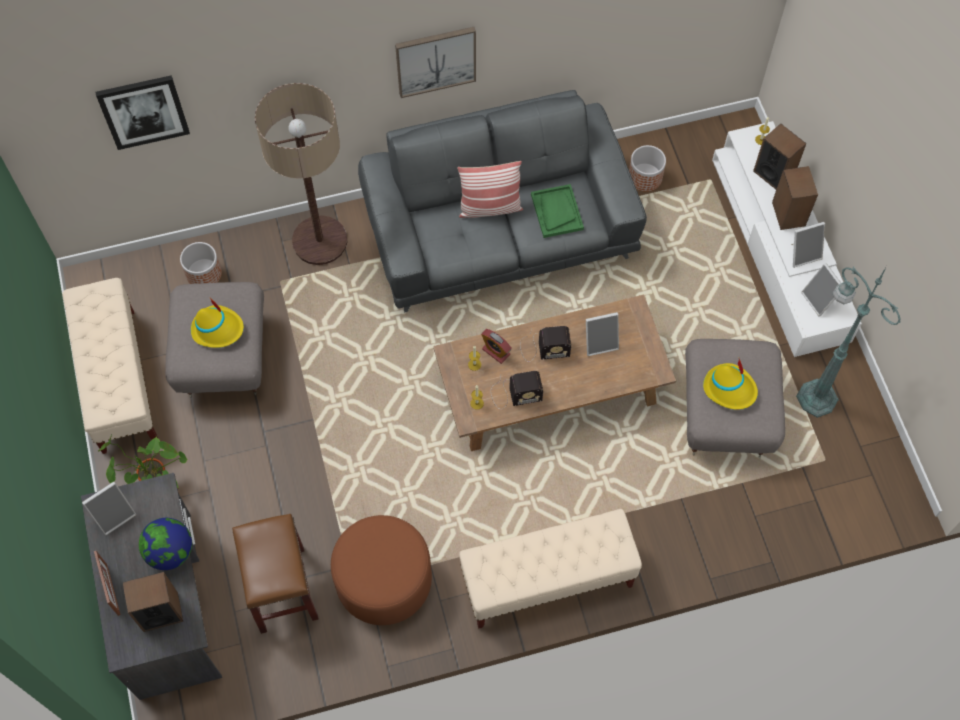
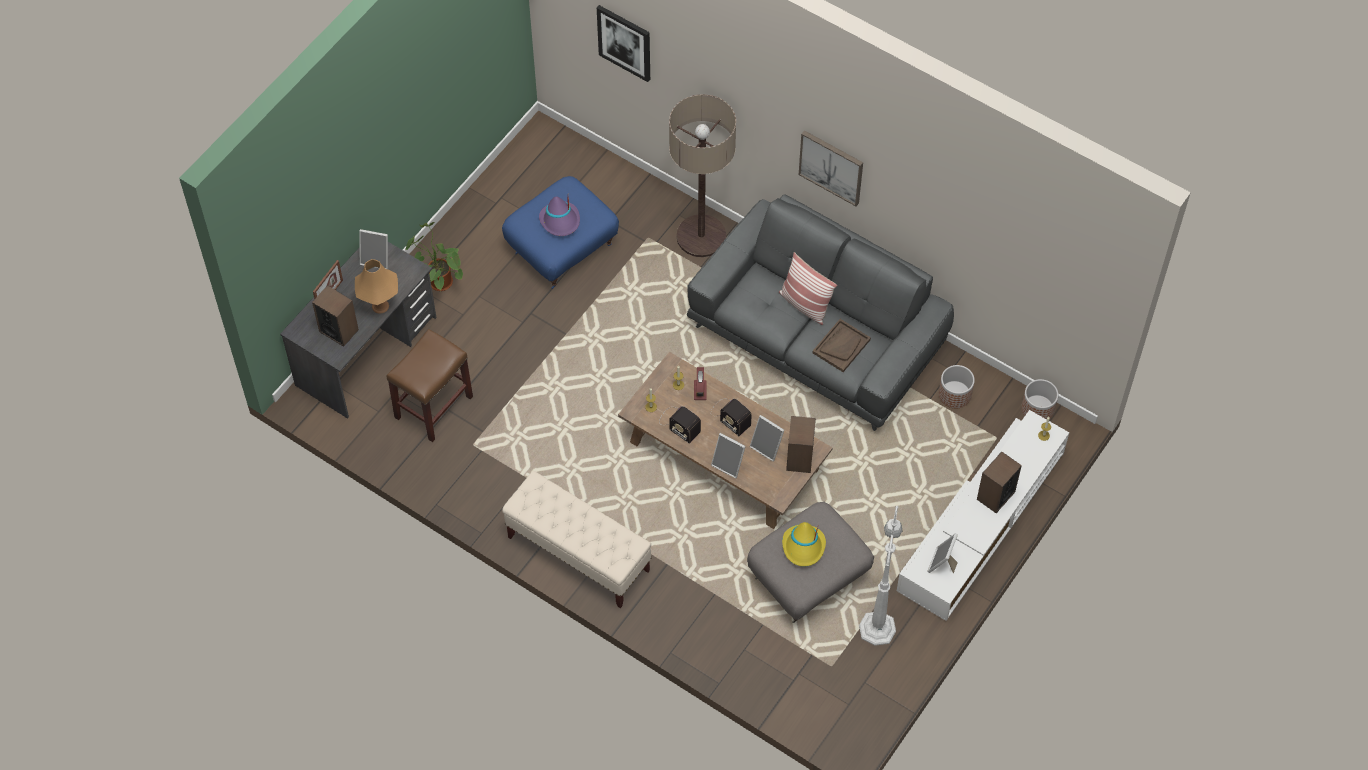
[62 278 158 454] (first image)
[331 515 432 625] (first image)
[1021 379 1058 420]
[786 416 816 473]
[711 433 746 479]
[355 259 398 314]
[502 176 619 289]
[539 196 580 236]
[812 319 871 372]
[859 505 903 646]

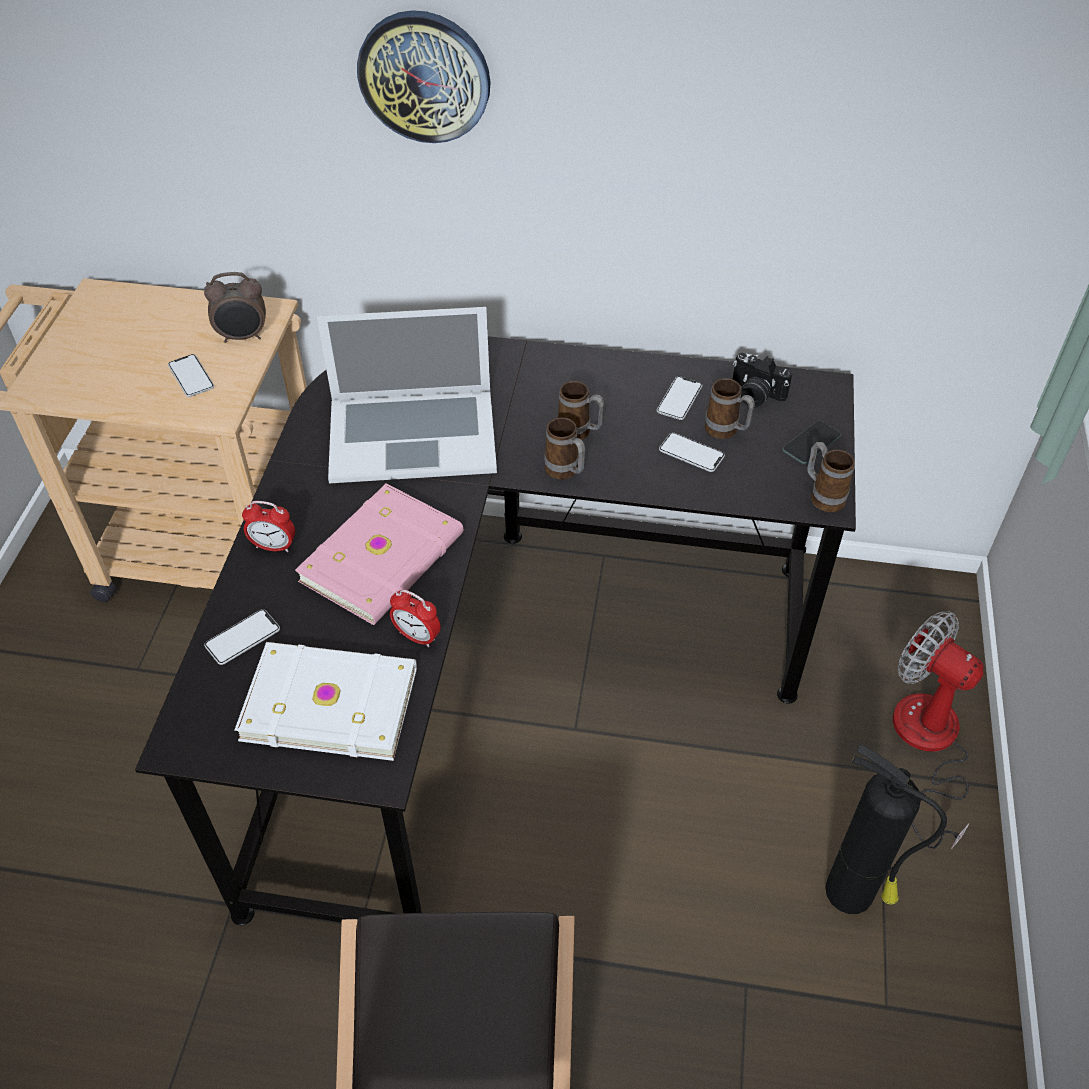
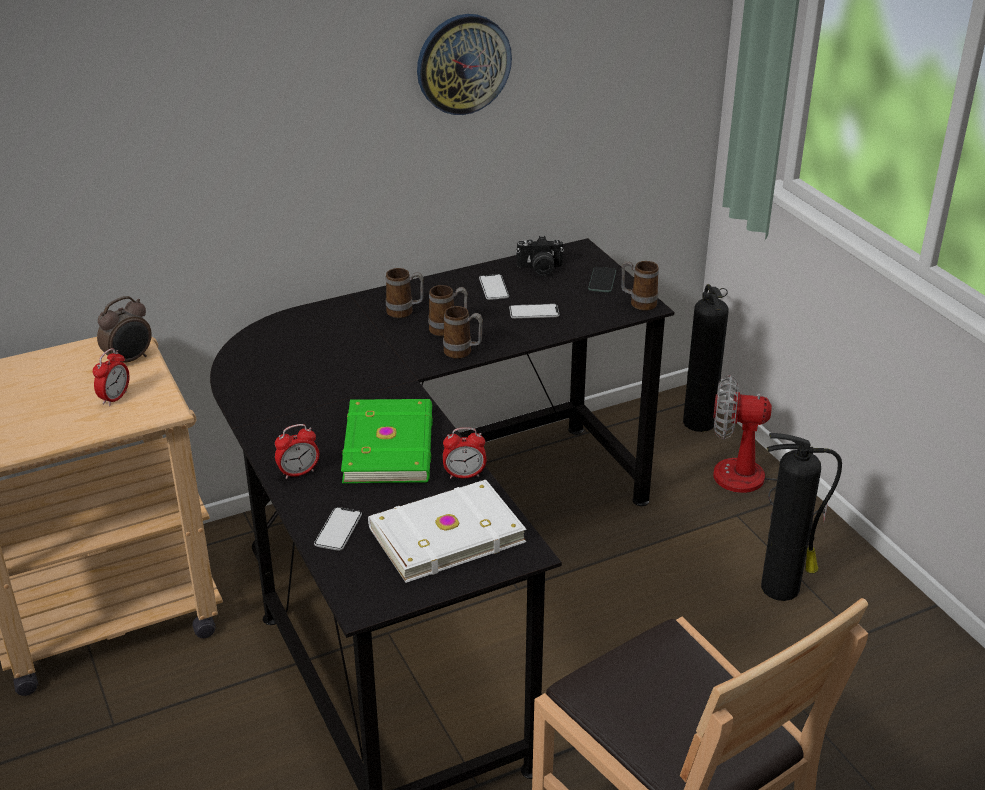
[317 307 497 483] (first image)
[683 284 728 432]
[417 14 512 115]
[386 268 424 318]
[93 348 129 406]
[341 399 433 483]

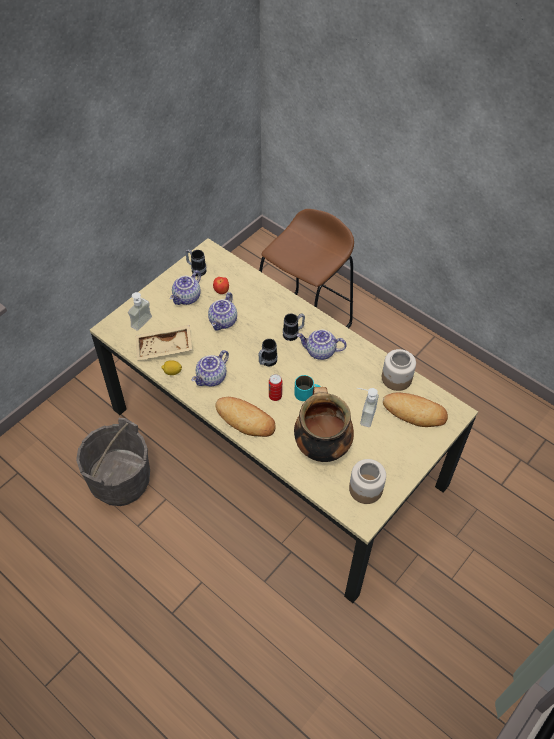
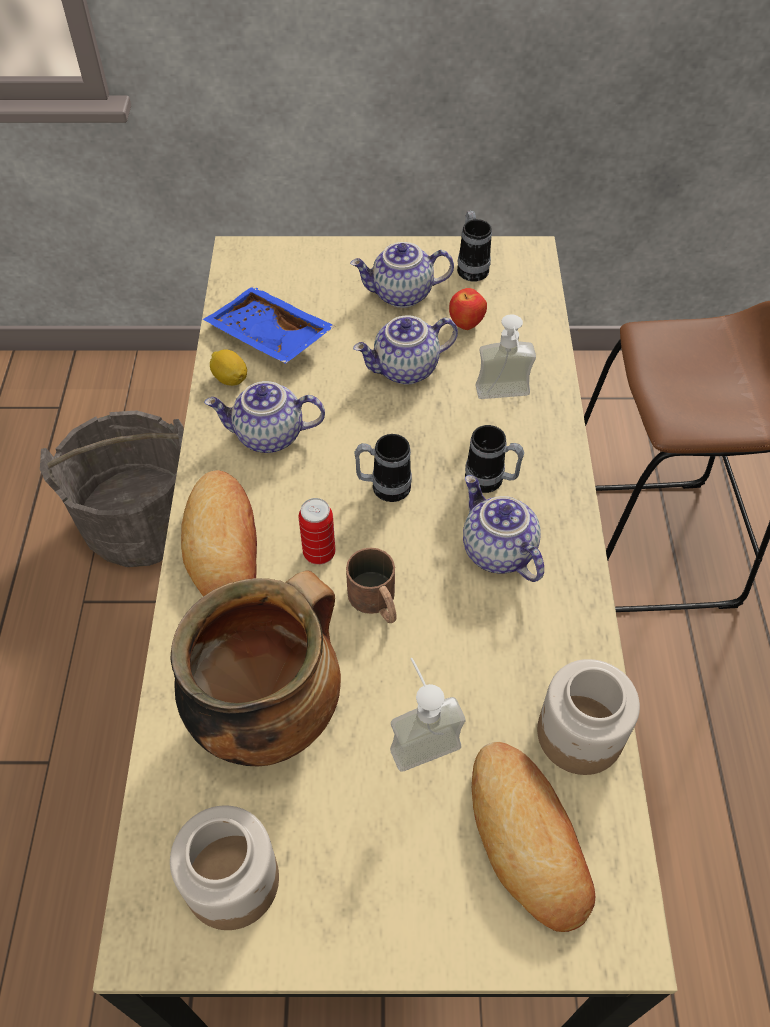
[476 314 536 399]
[203 286 335 364]
[346 547 397 623]

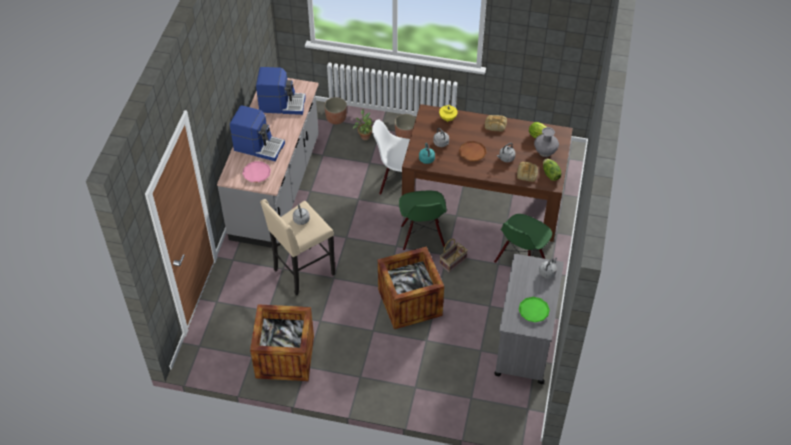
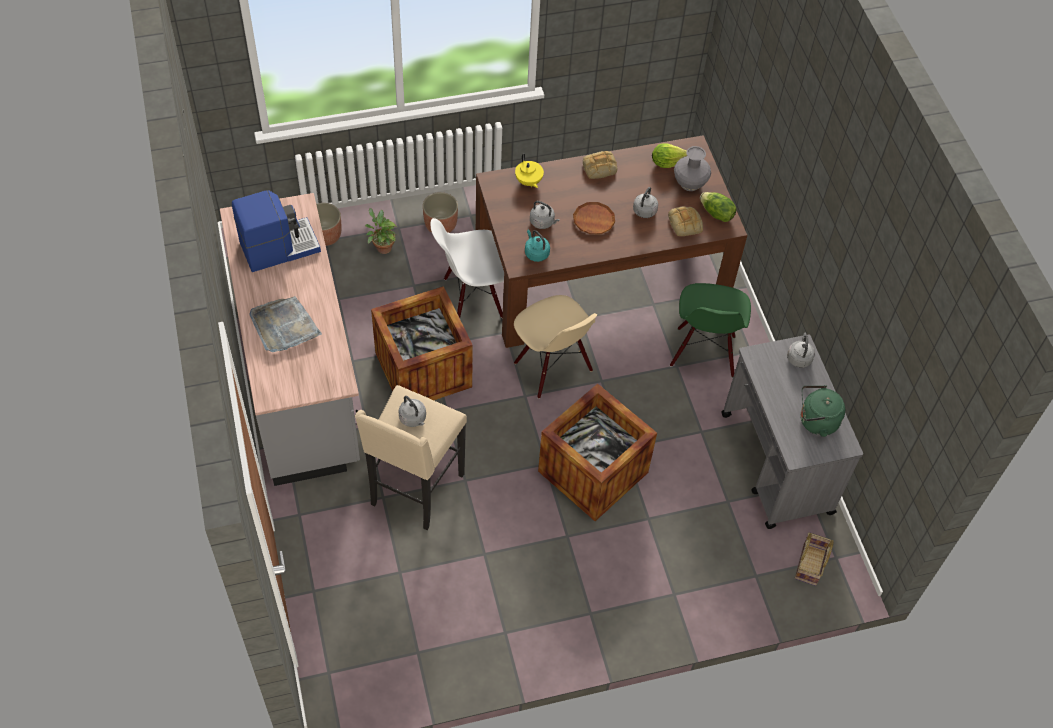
[242 161 271 183] (first image)
[371 286 473 400]
[795 532 833 586]
[249 296 322 352]
[800 385 845 437]
[514 295 597 399]

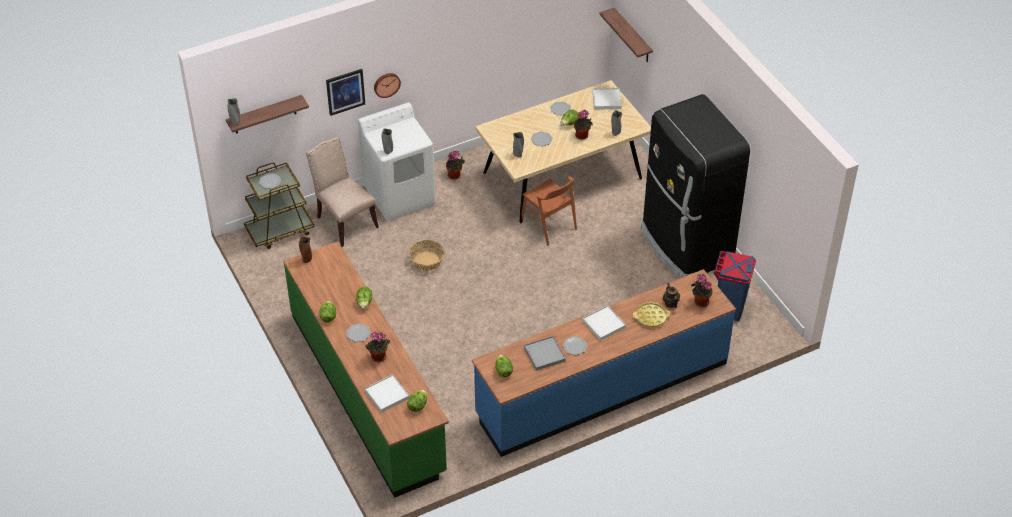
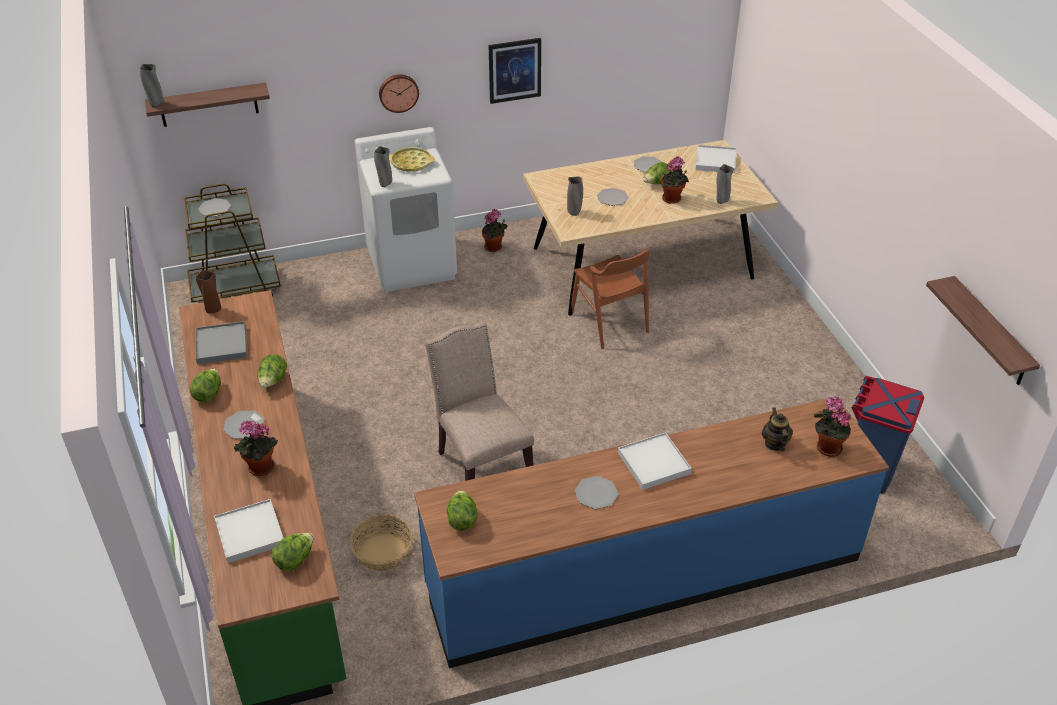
[640 94 750 278] (first image)
[425 322 534 481]
[489 38 541 104]
[350 514 413 571]
[196 321 247 364]
[926 276 1040 385]
[389 147 435 172]

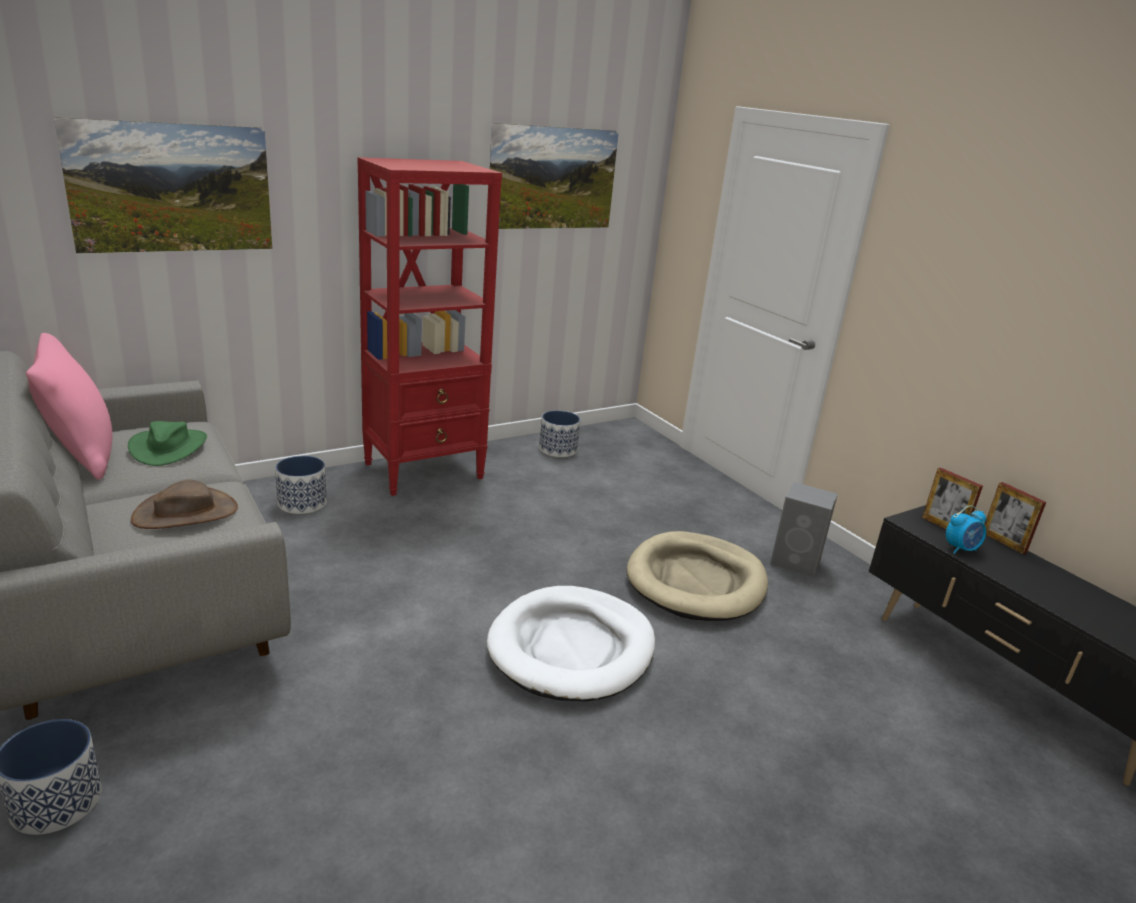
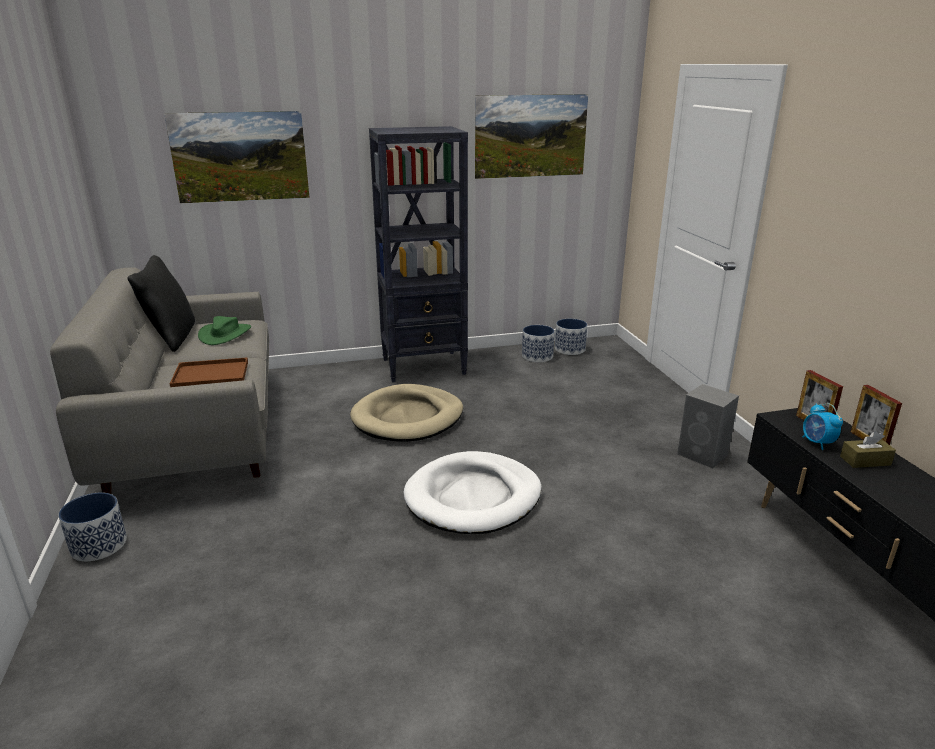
[840 431 896 468]
[555 319 587 355]
[350 384 463 441]
[170 357 248 387]
[127 255 195 352]
[369 126 468 382]
[803 403 843 450]

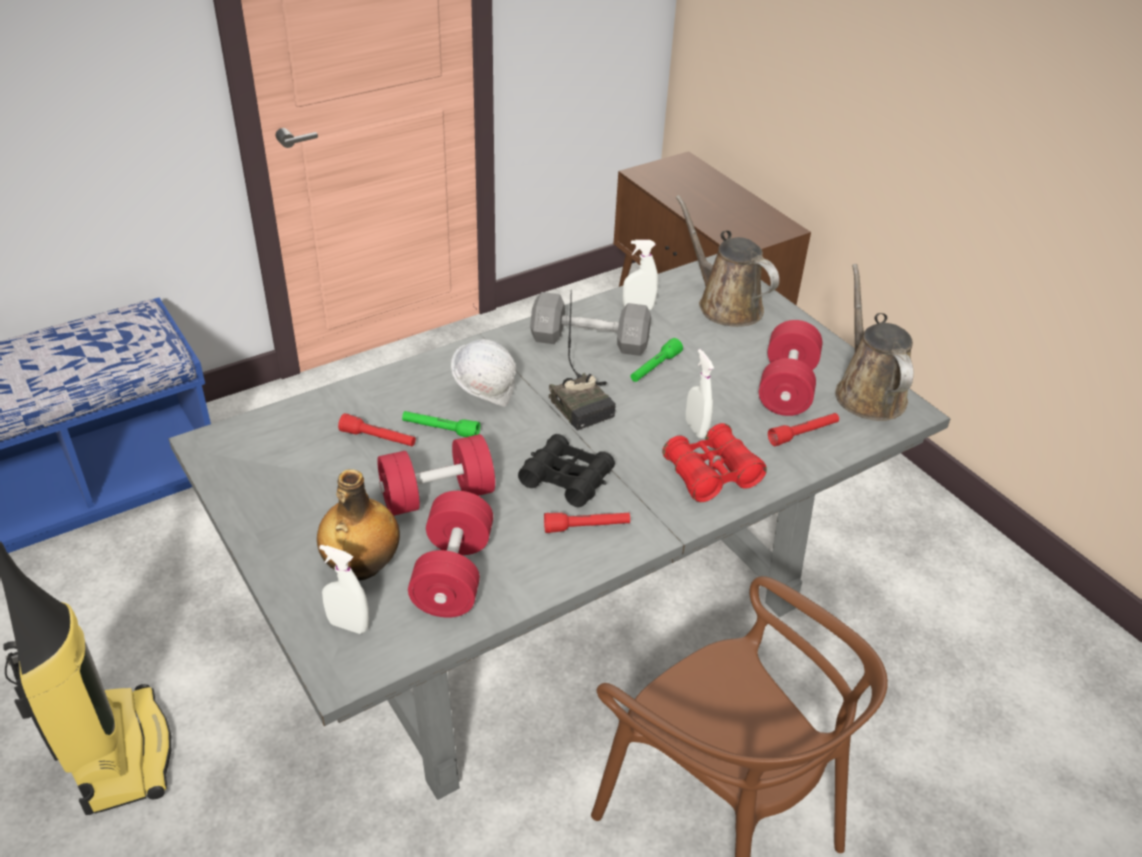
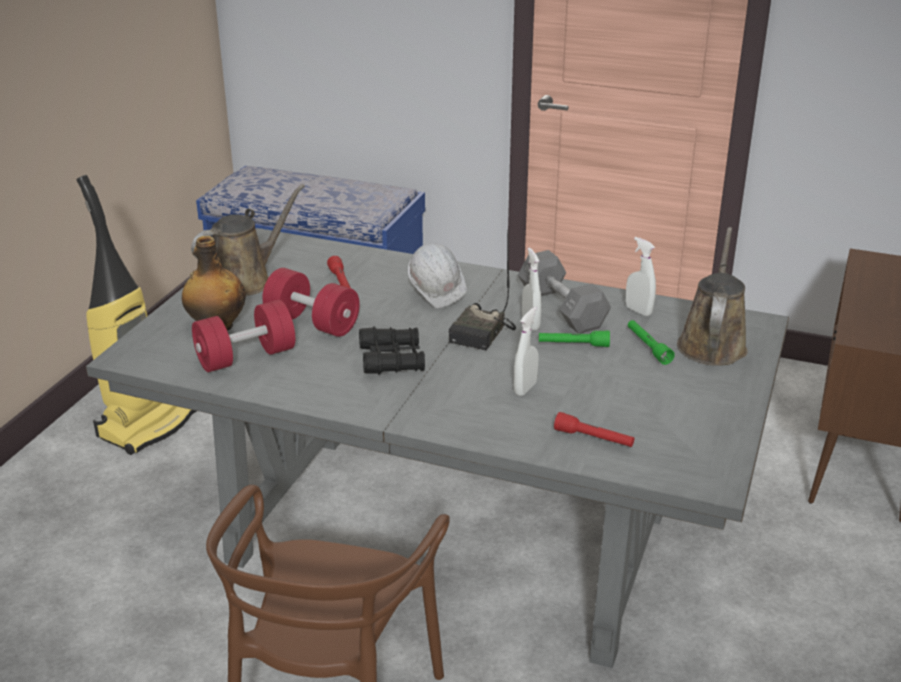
[544 512 630 533] (first image)
[662 423 767 502] (first image)
[759 320 822 416] (first image)
[522 248 541 331]
[628 320 675 365]
[191 184 305 295]

